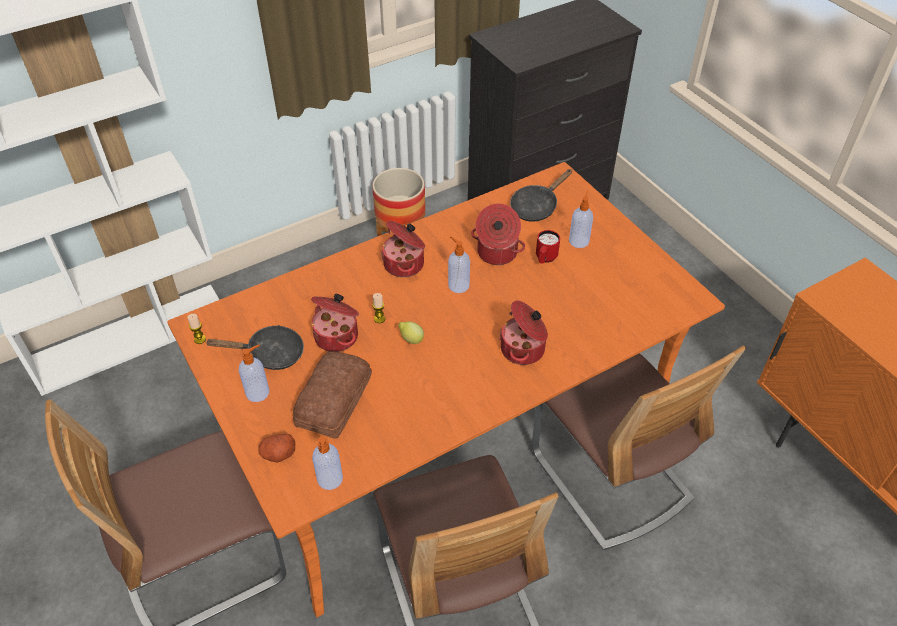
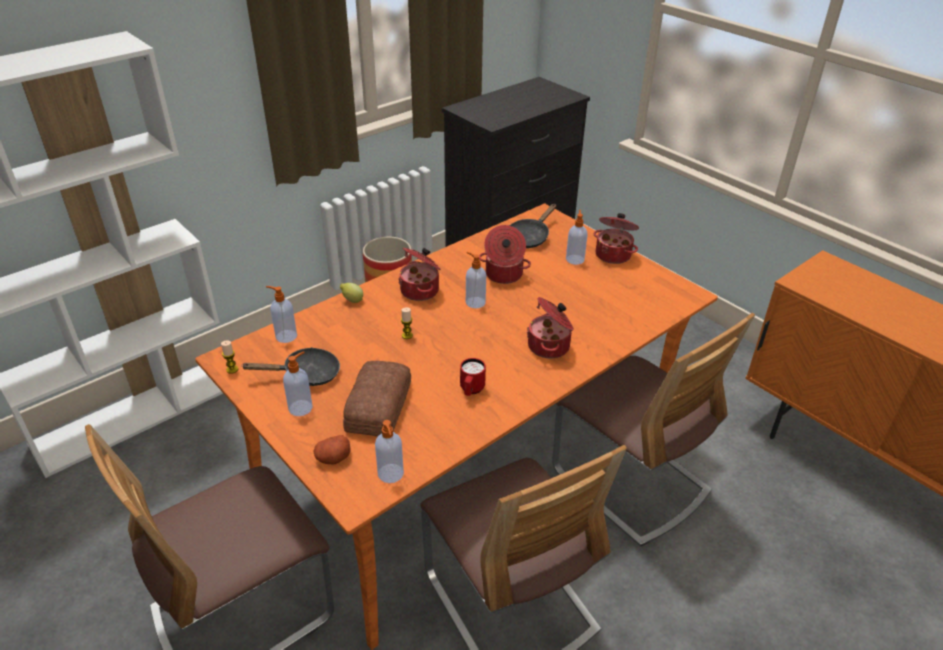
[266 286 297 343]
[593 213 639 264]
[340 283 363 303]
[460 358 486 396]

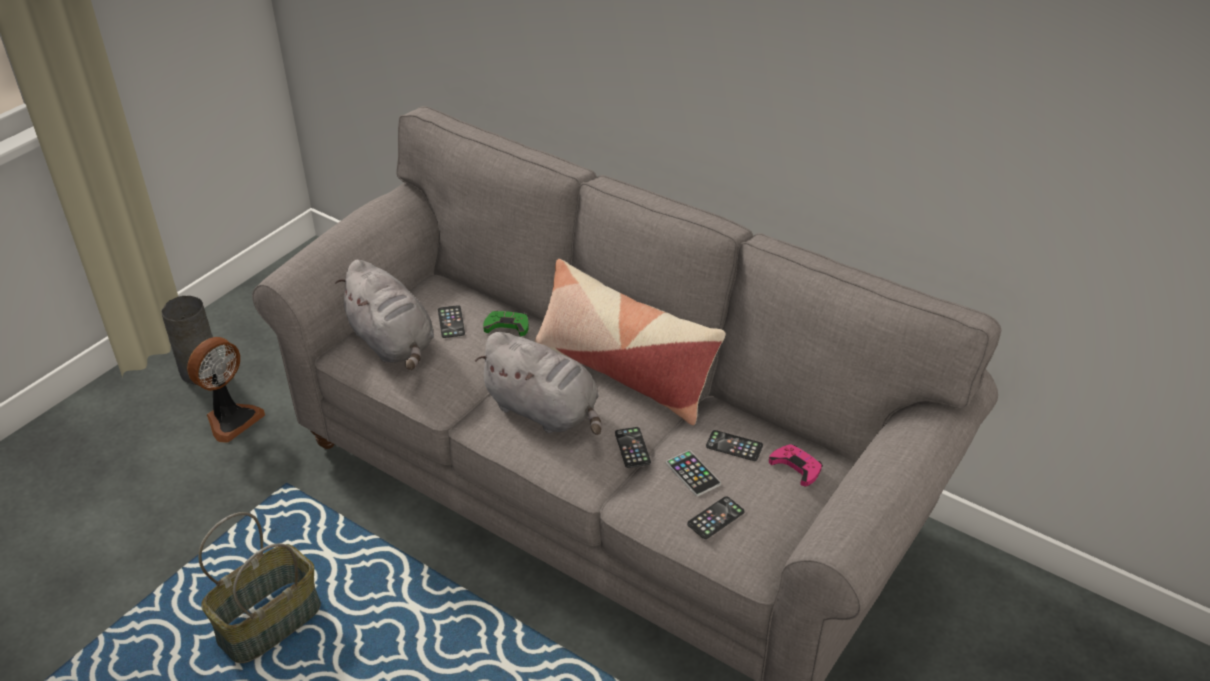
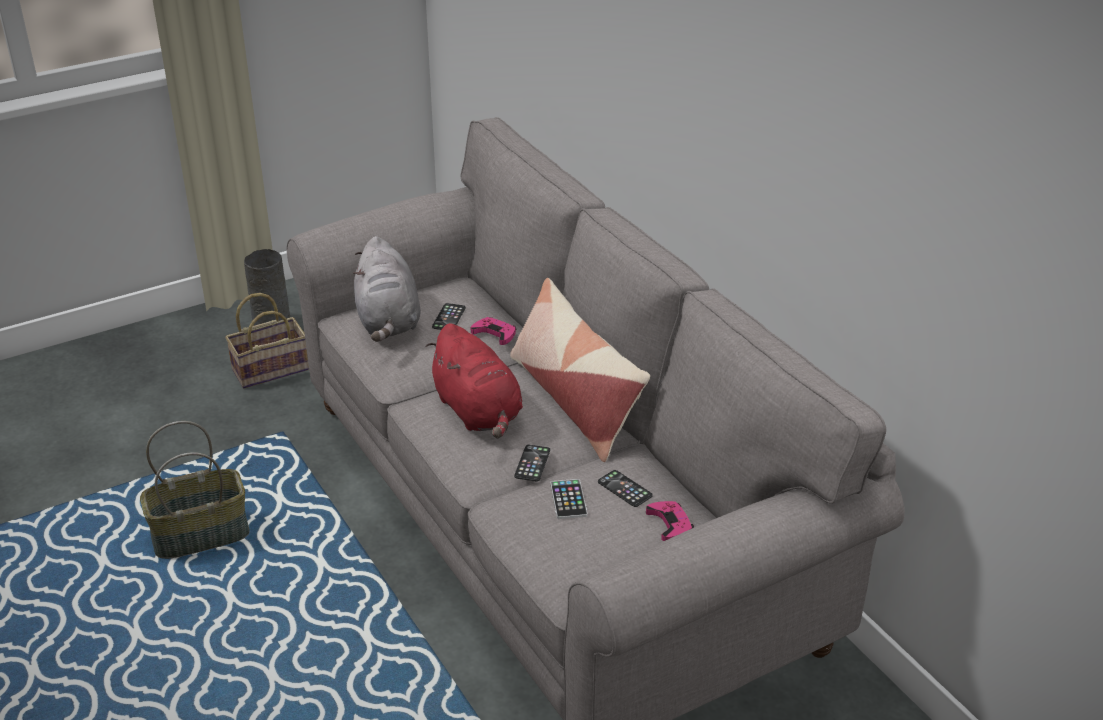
[687 496 744 539] (first image)
[225 293 309 388]
[426 323 523 438]
[471 317 516 345]

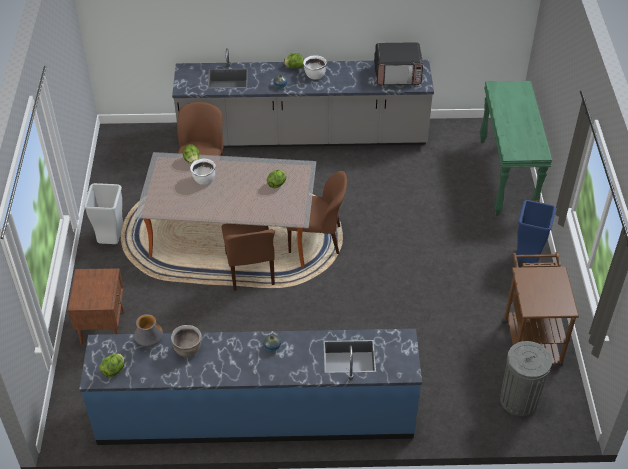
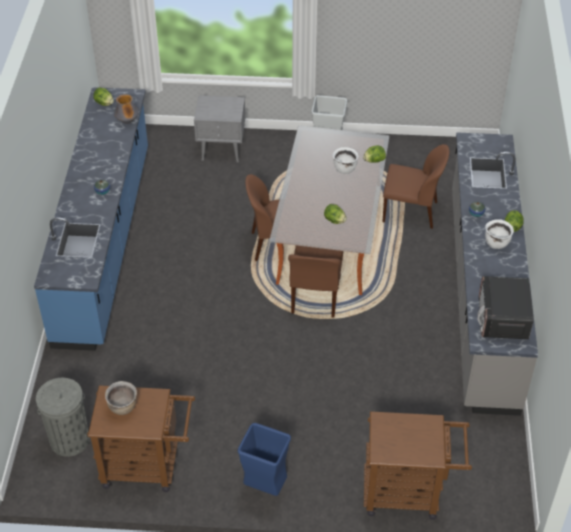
[105 381 137 415]
[364 411 472 520]
[194 95 245 162]

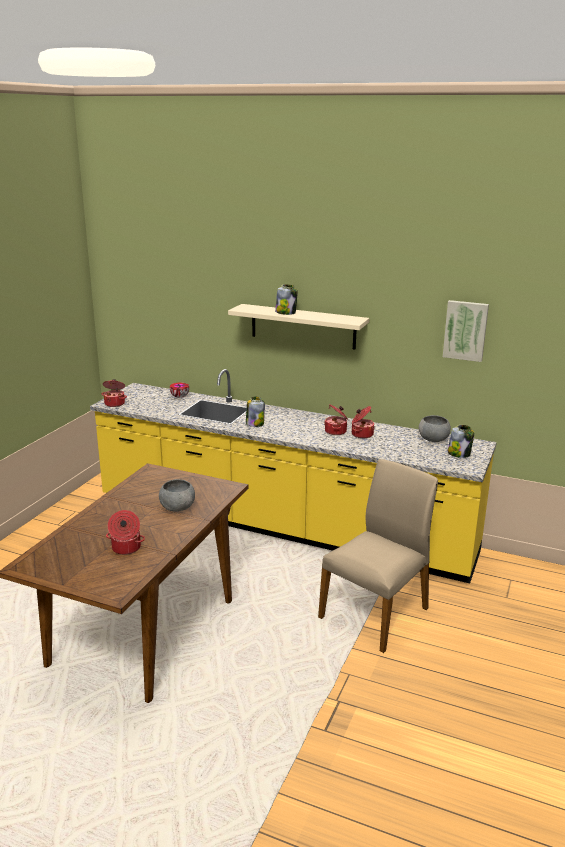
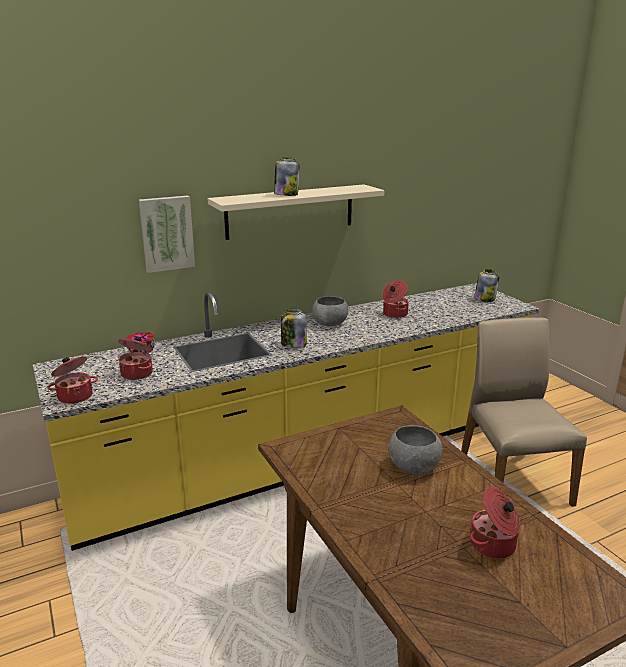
[118 337 153 380]
[312 296 348 327]
[139 195 195 273]

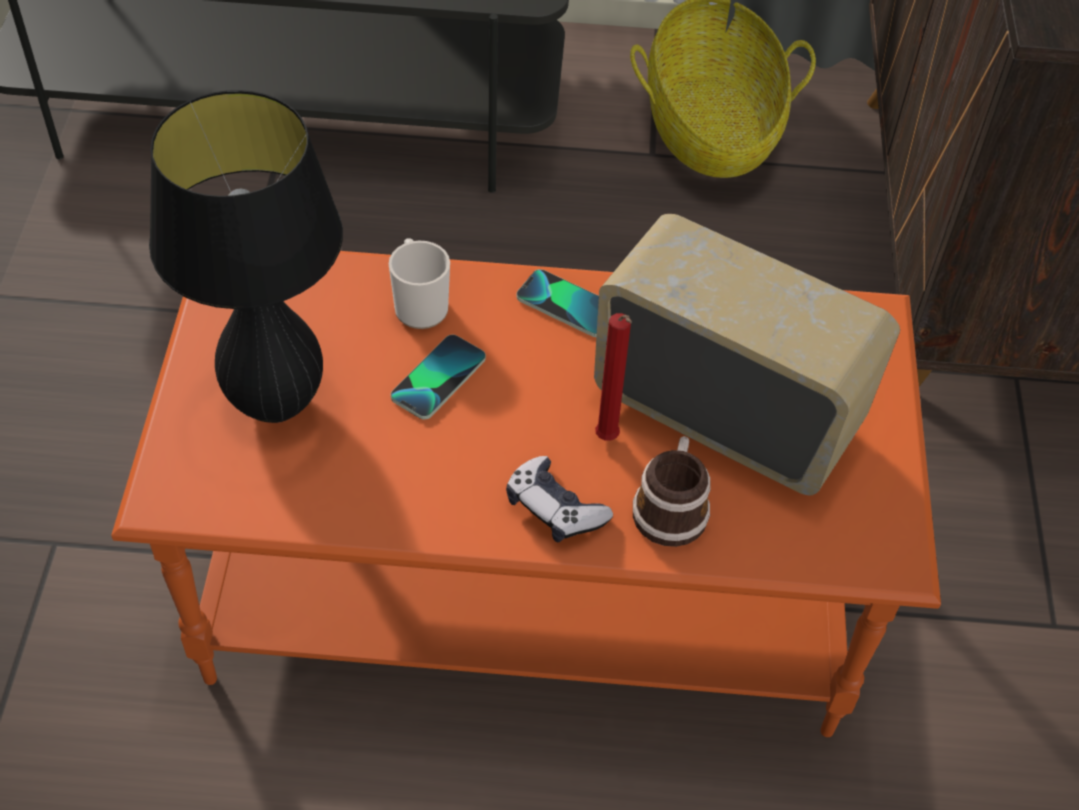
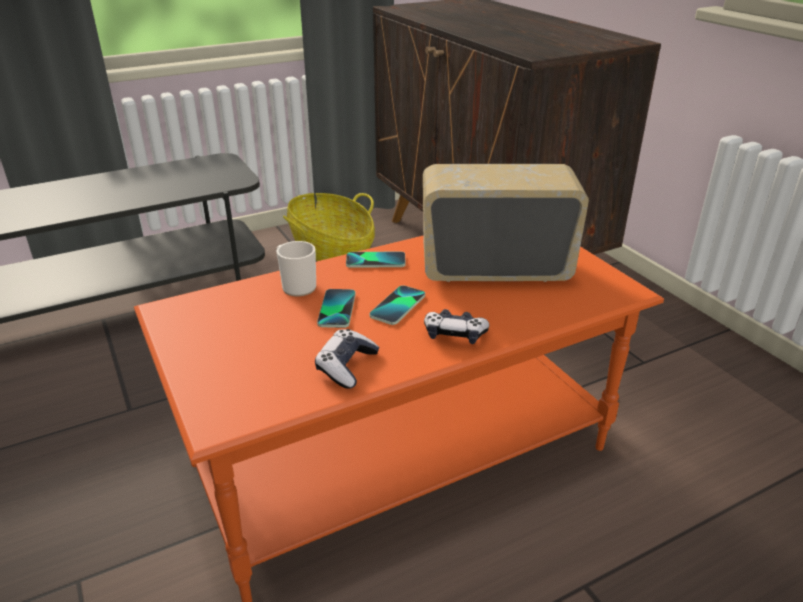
[149 90 343 423] (first image)
[595 313 632 440] (first image)
[633 436 711 547] (first image)
[315 329 379 389]
[370 285 425 325]

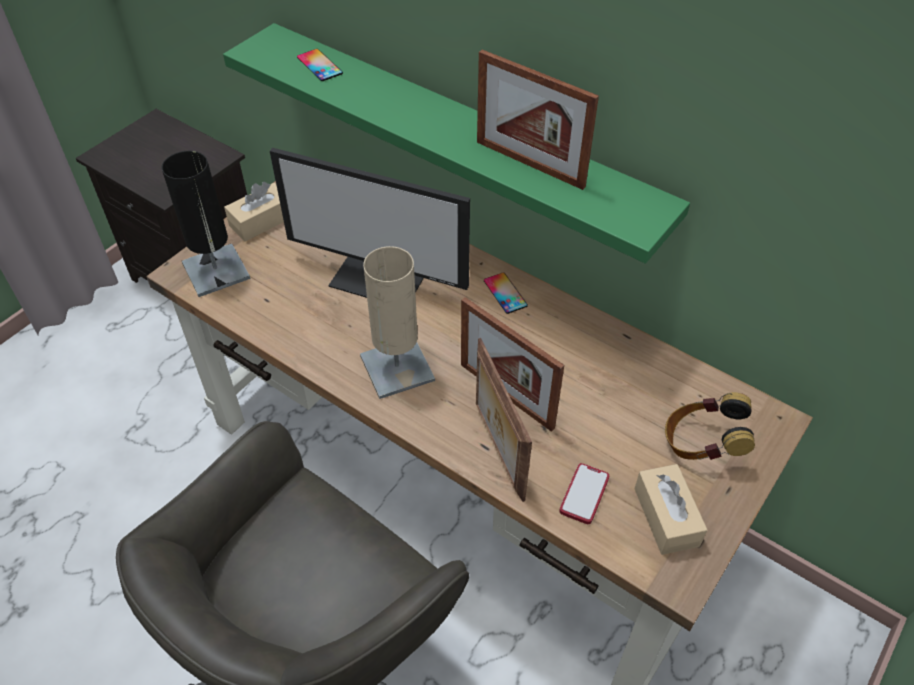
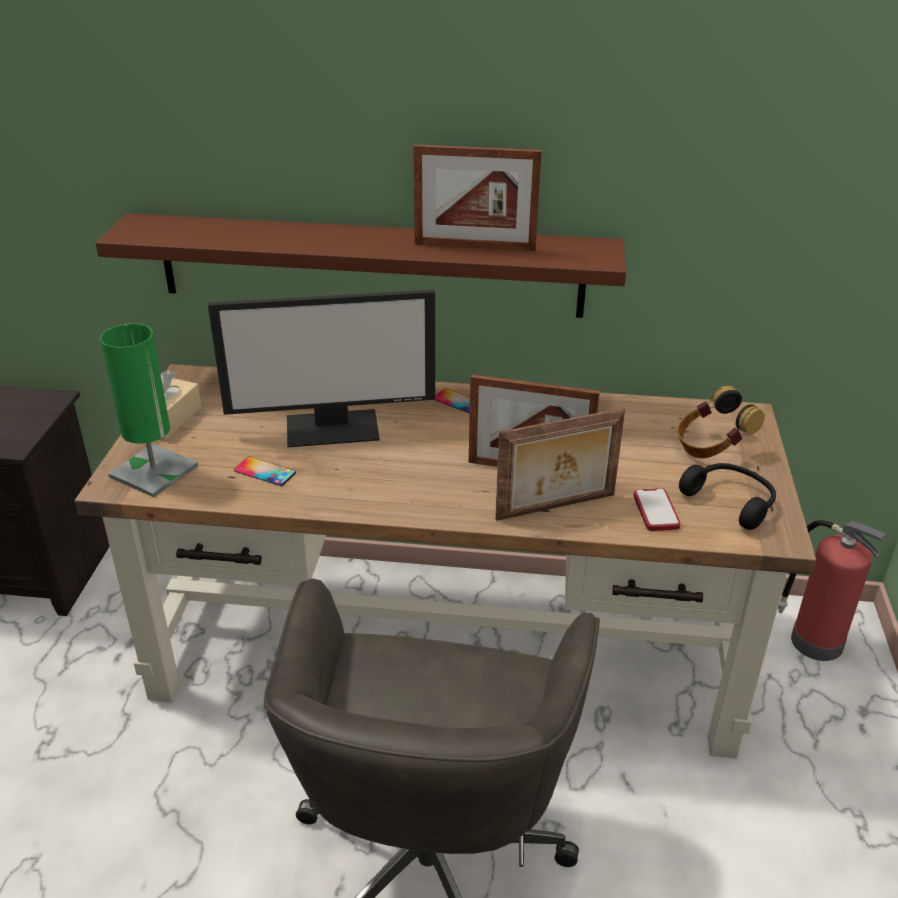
[360 246 435 399] (first image)
[778 520 888 661]
[234 456 296 486]
[679 463 776 530]
[100 323 198 497]
[96 213 626 318]
[495 408 625 521]

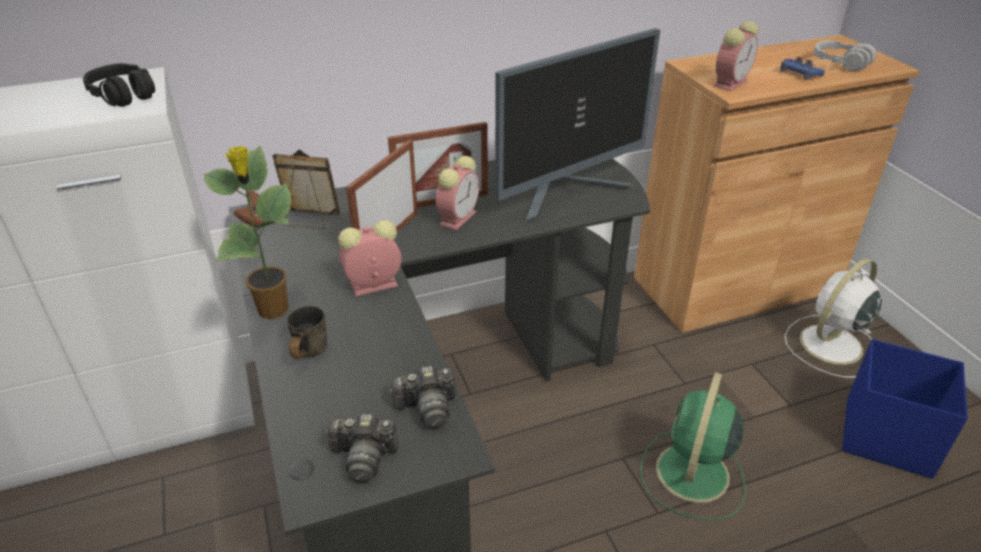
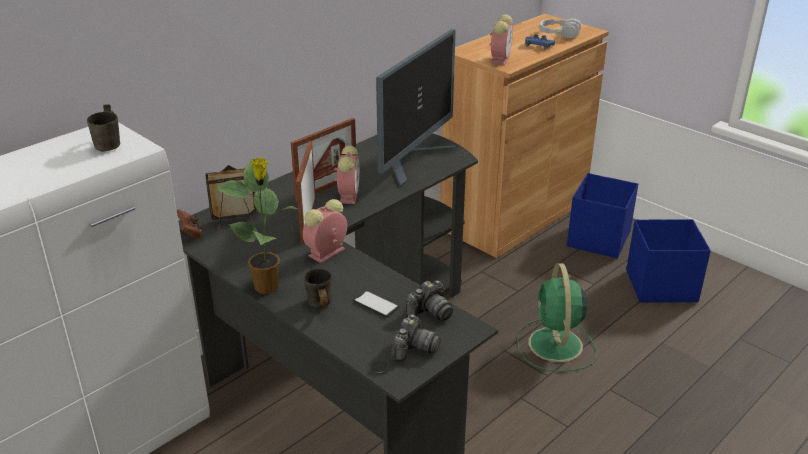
[353 290 400 317]
[87 104 120 152]
[567 173 638 258]
[391 314 441 361]

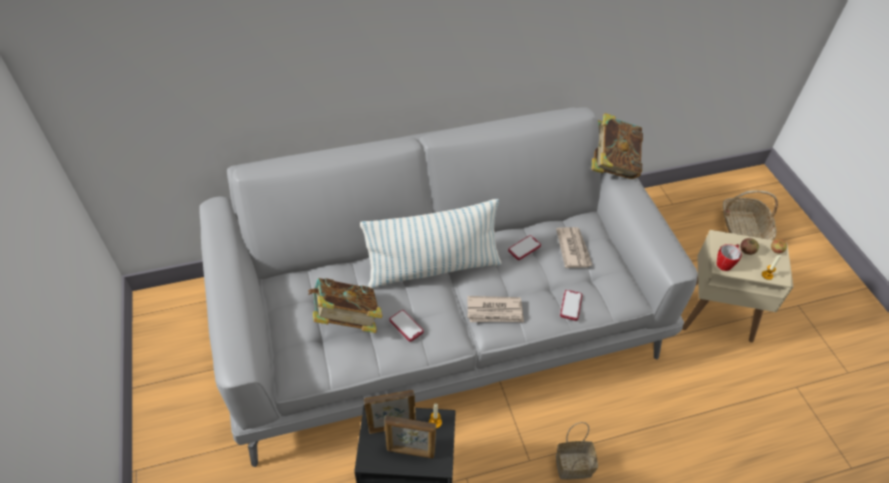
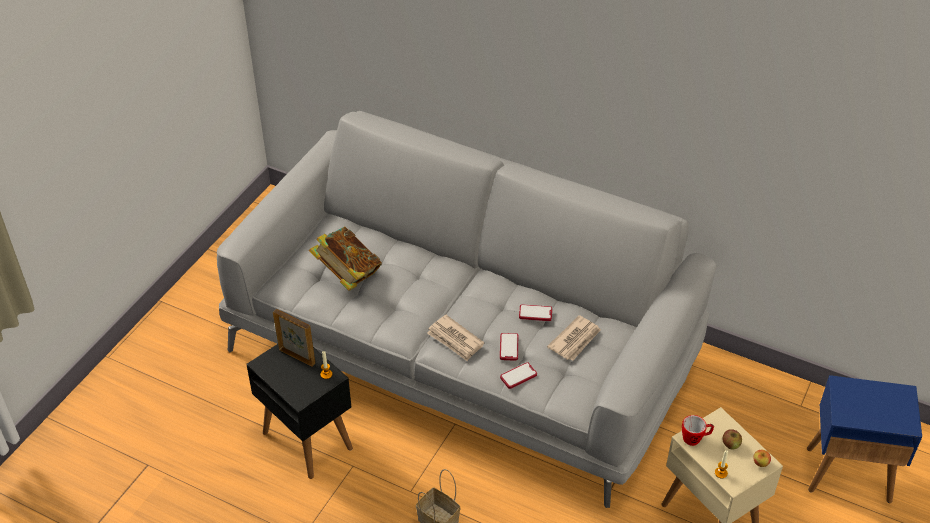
[360 199 501 289] (first image)
[384 416 436 458] (first image)
[592 113 643 179] (first image)
[500 333 519 360]
[807 375 922 503]

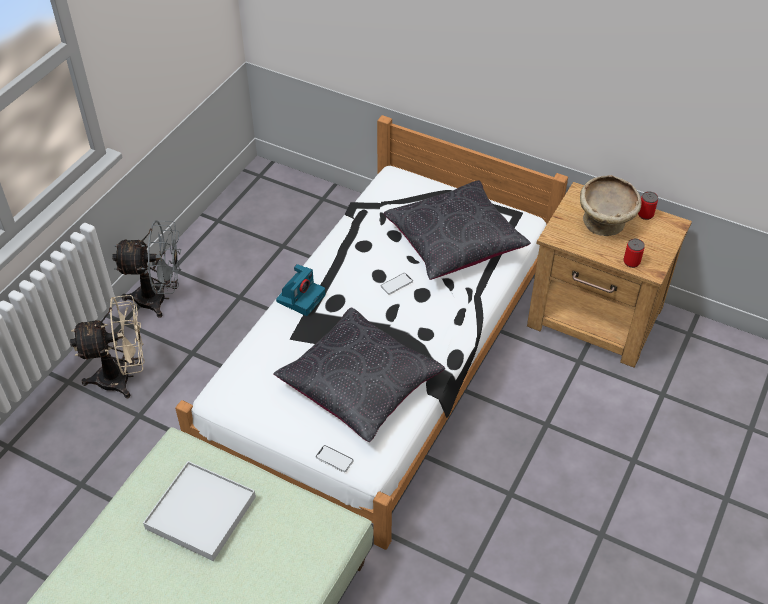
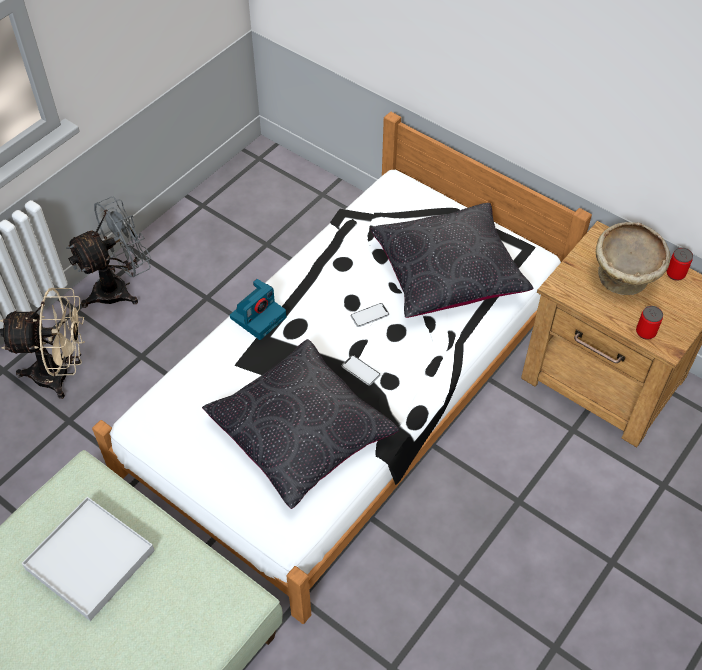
[342 355 380 385]
[66 196 151 308]

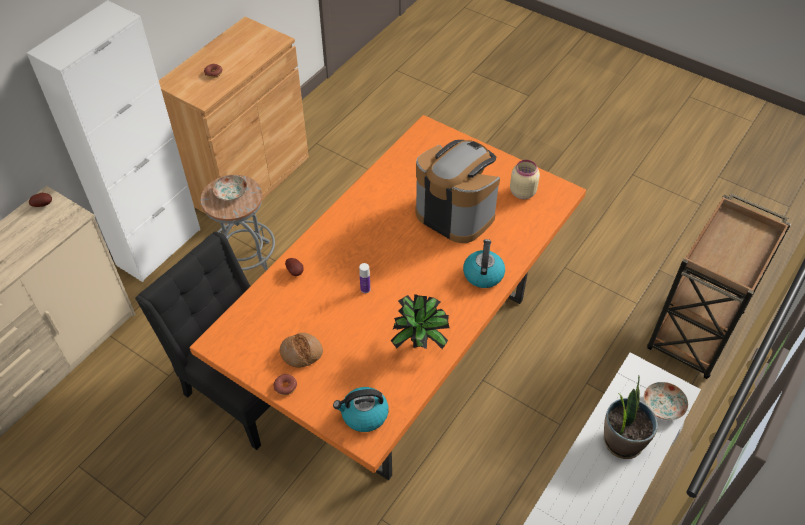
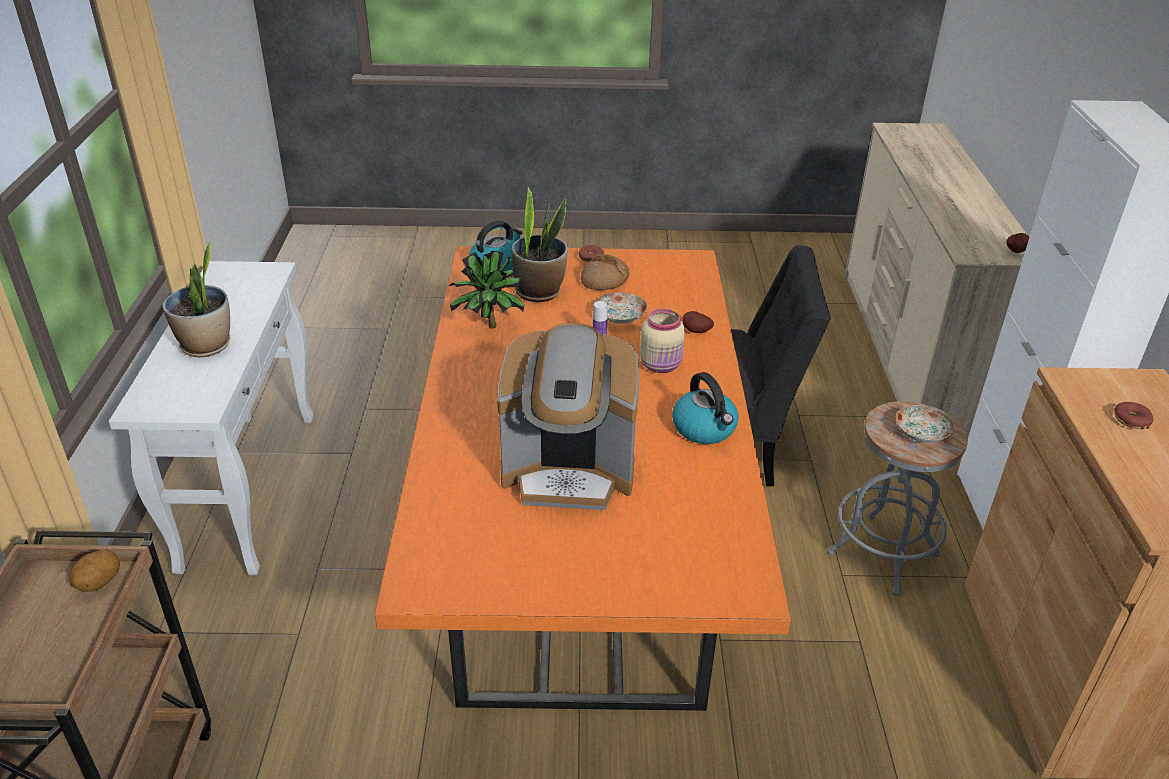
[70 549 120 592]
[512 187 568 302]
[672 372 739 444]
[640 309 685 373]
[596 293 647 324]

